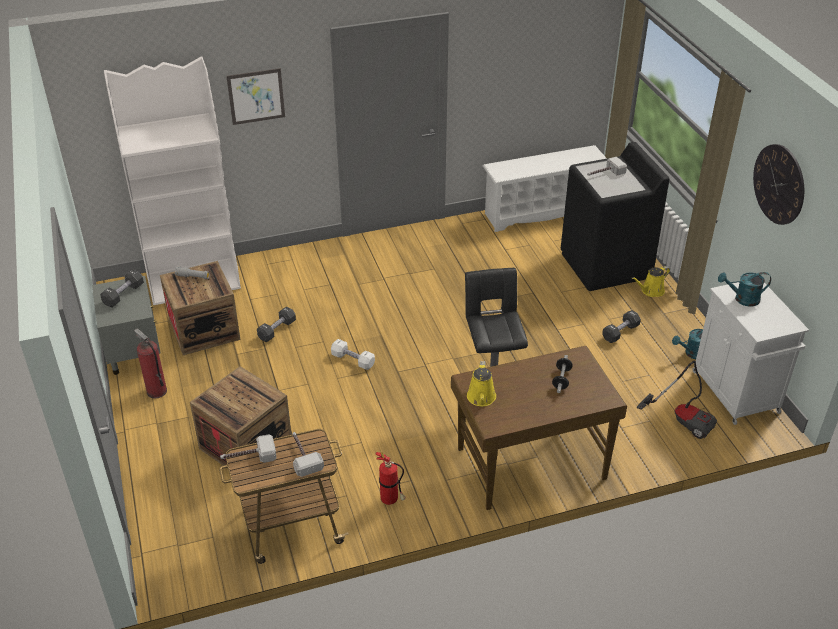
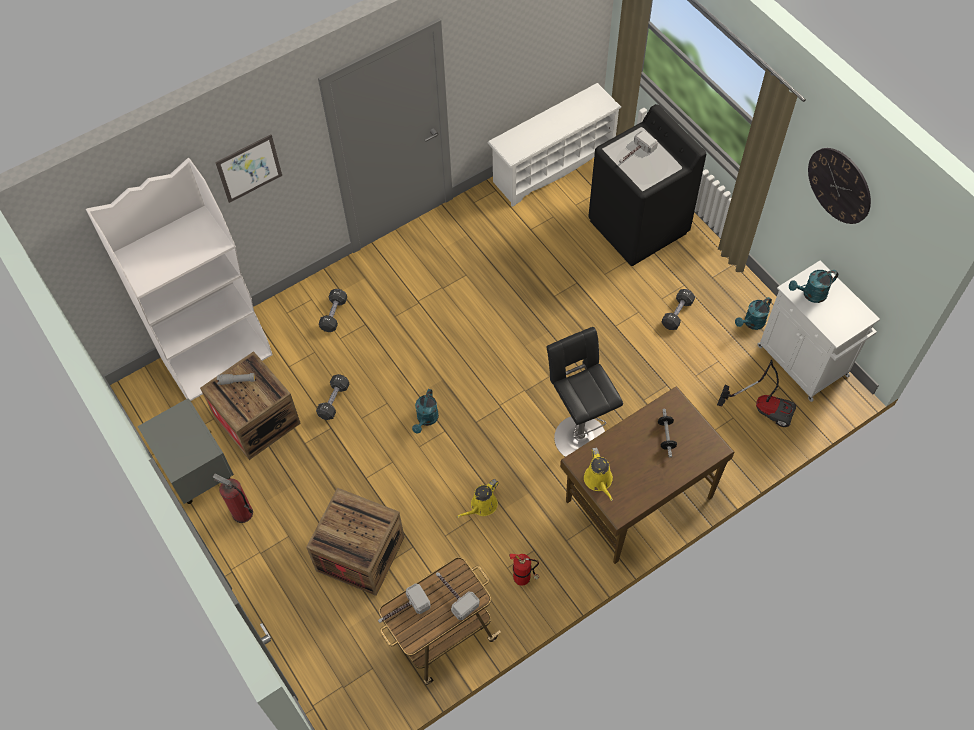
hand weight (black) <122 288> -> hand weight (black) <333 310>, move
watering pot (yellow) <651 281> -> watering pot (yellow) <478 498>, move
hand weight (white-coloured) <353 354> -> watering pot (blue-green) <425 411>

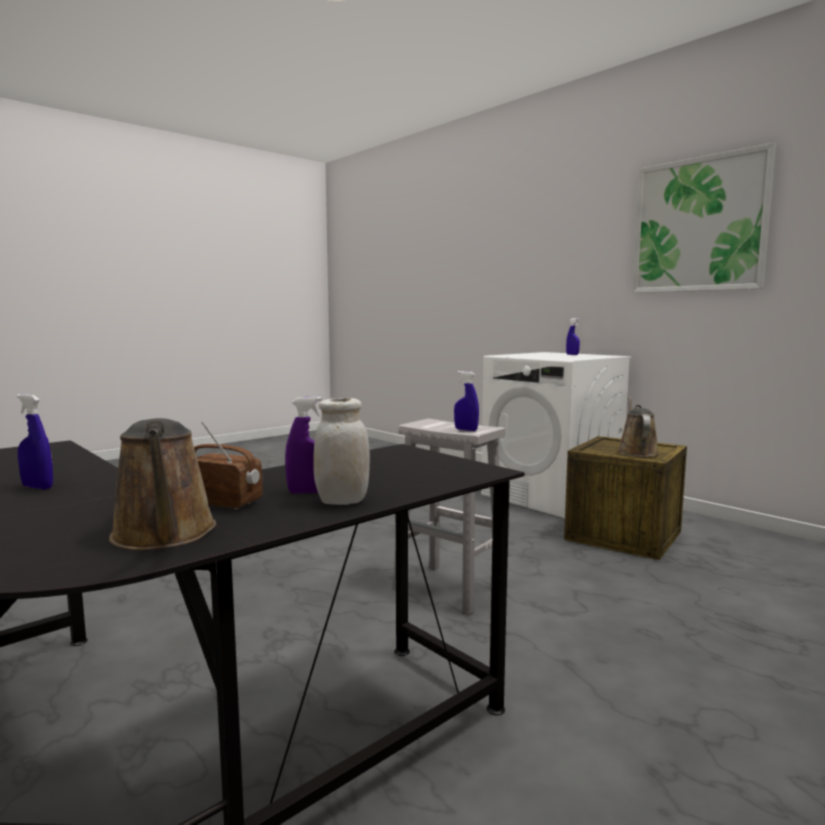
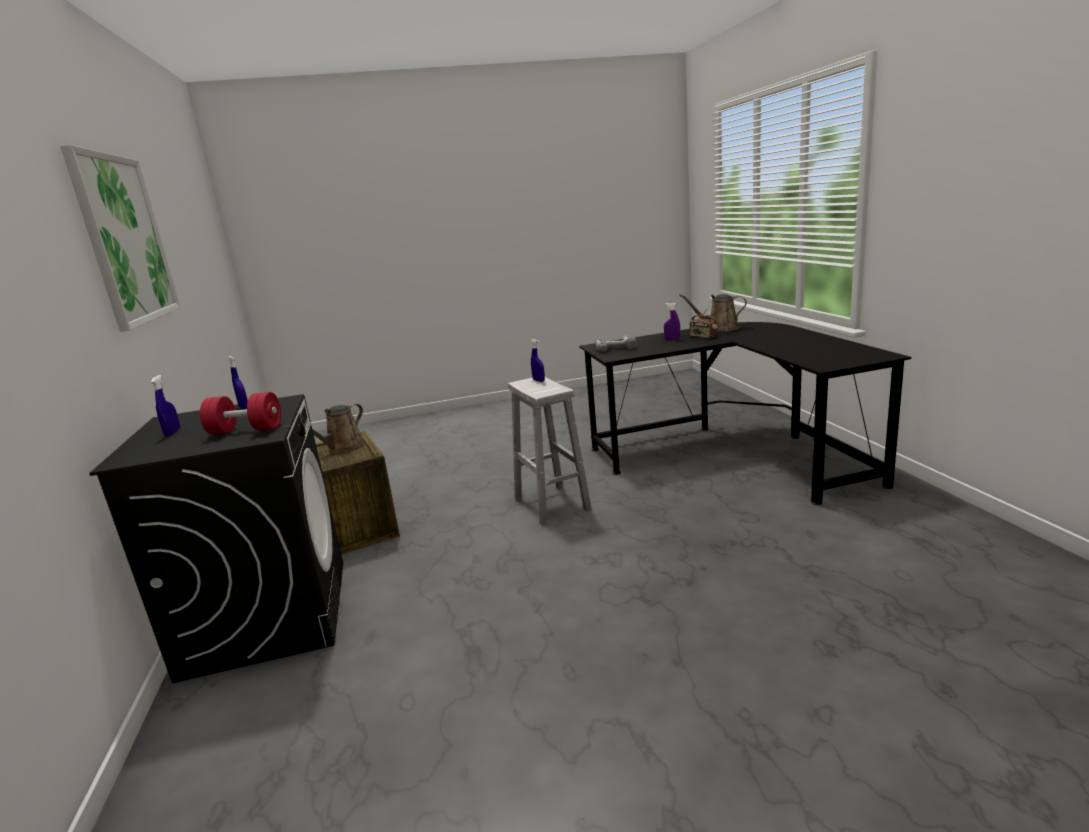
preserve jar (white-coloured) <341 451> -> none
none -> hand weight (red-coloured) <240 413>
none -> electric drill <616 343>
sprayer (bluish) <35 442> -> sprayer (bluish) <238 382>, move
laundry appliance (white-coloured) <556 435> -> laundry appliance (black) <216 538>
watering pot (brown) <162 484> -> watering pot (brown) <713 313>, 90 degrees counterclockwise

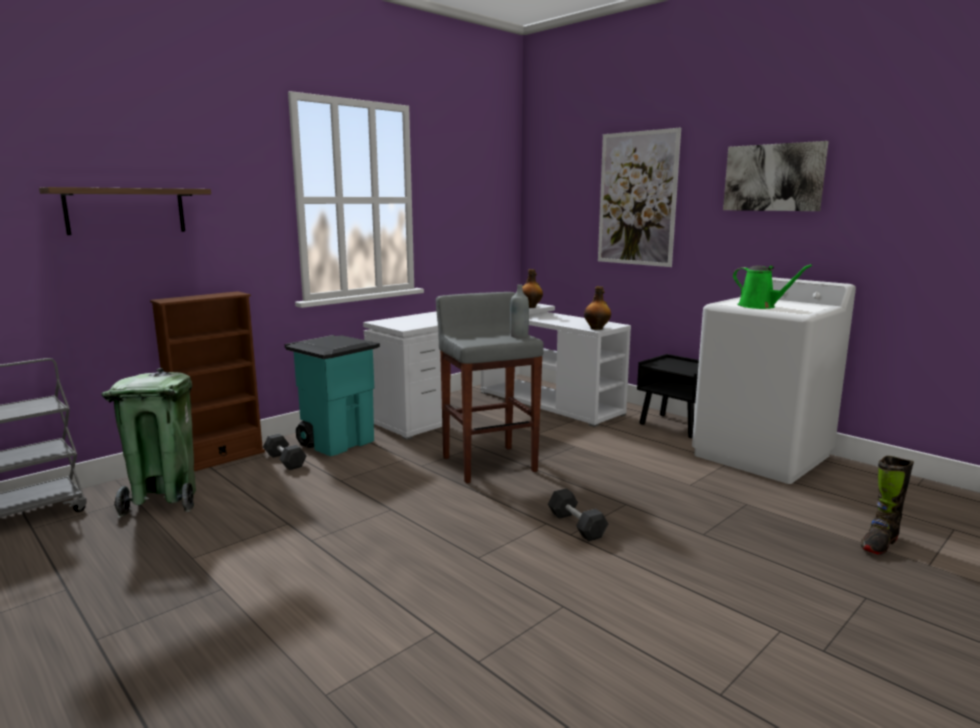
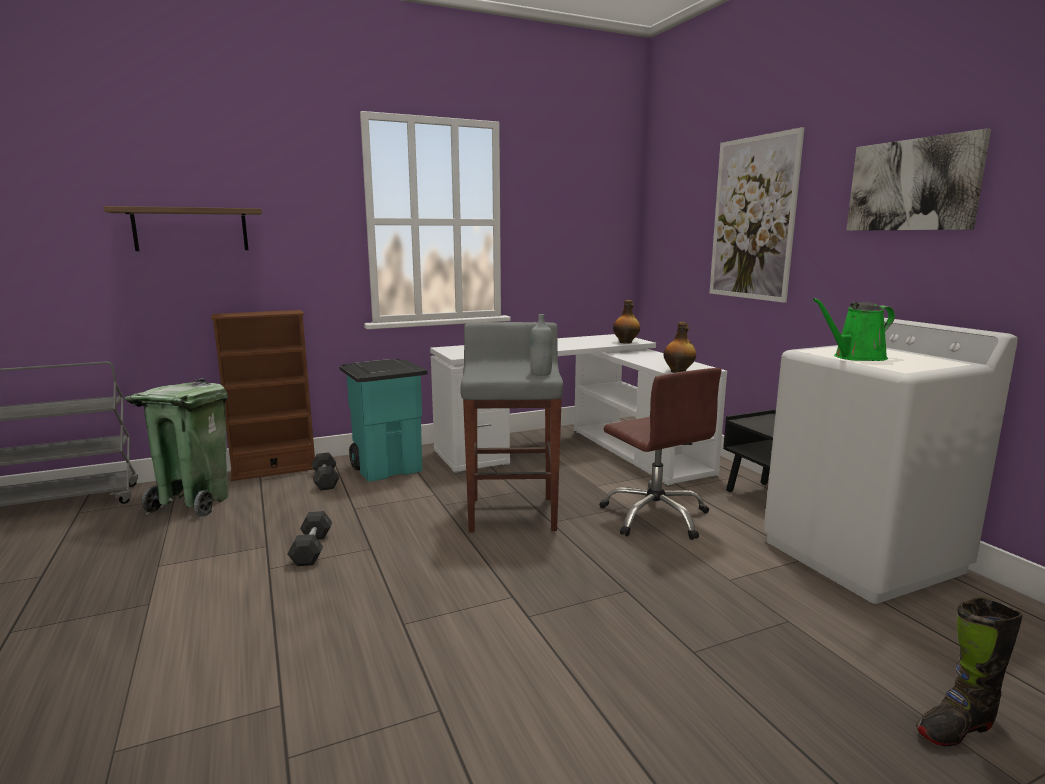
none -> computer chair (brown) <660 454>
hand weight (greyish) <578 514> -> hand weight (greyish) <310 538>, move
watering pot (green-coloured) <772 286> -> watering pot (green-coloured) <854 329>, 90 degrees clockwise

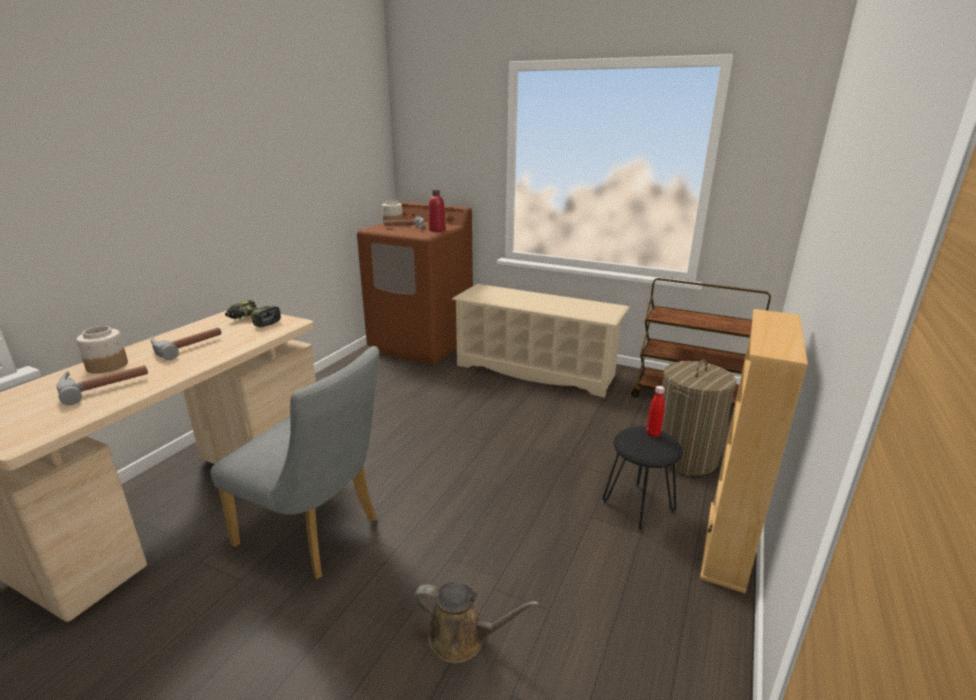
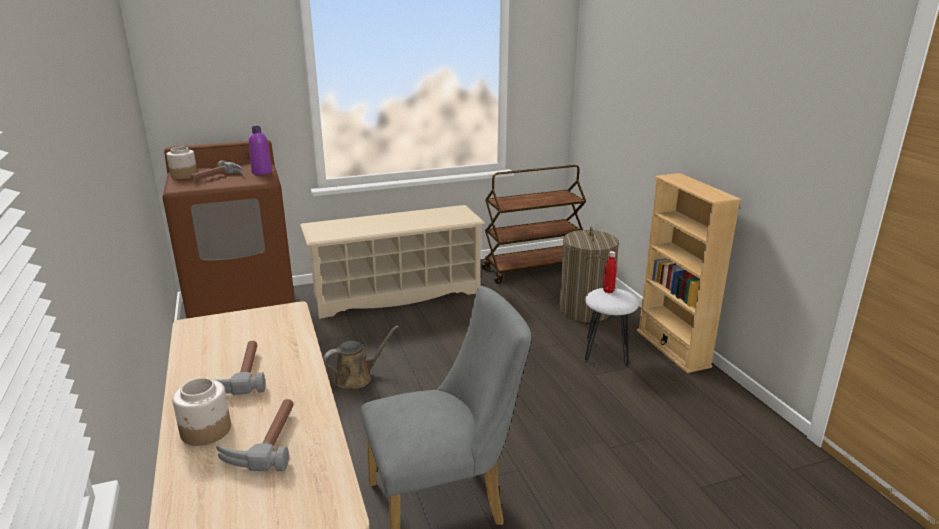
electric drill <253 313> -> none
watering pot (brown) <476 622> -> watering pot (brown) <361 357>, move
beverage bottle (red-coloured) <437 211> -> beverage bottle (purplish) <260 150>
sitting stool (black) <642 479> -> sitting stool (white-coloured) <612 327>

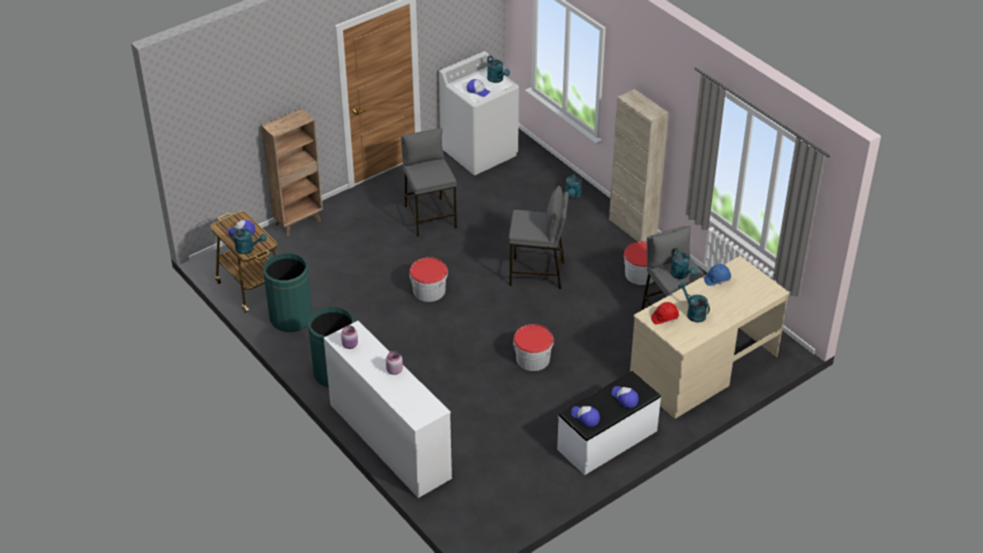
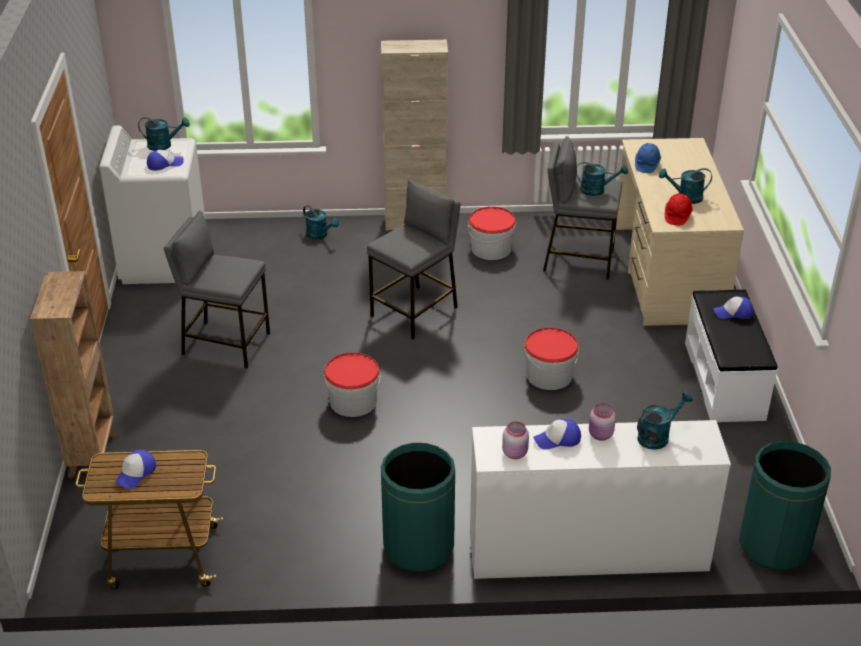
watering pot (blue-green) <248 240> -> watering pot (blue-green) <665 420>, move
rubbish bin (green-coloured) <288 293> -> rubbish bin (green-coloured) <785 506>, move
peaked cap <585 416> -> peaked cap <557 434>, move

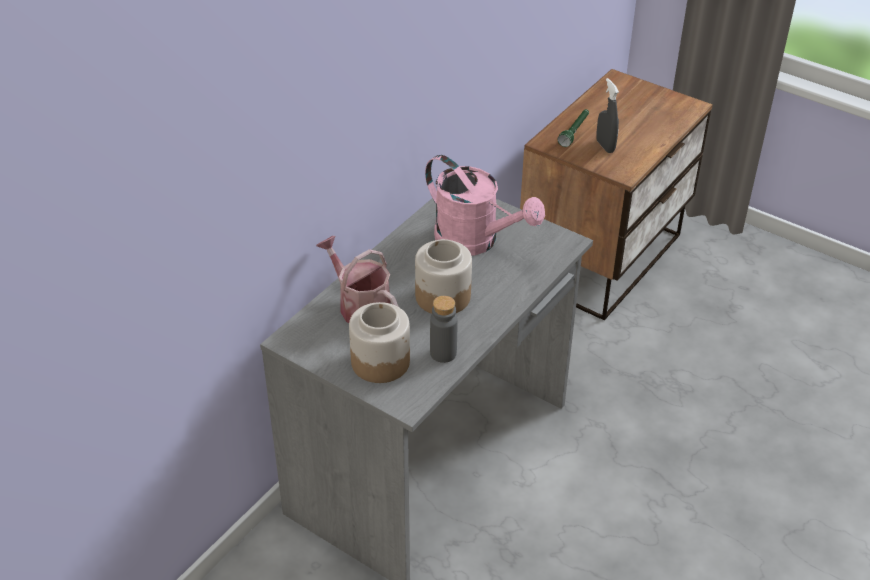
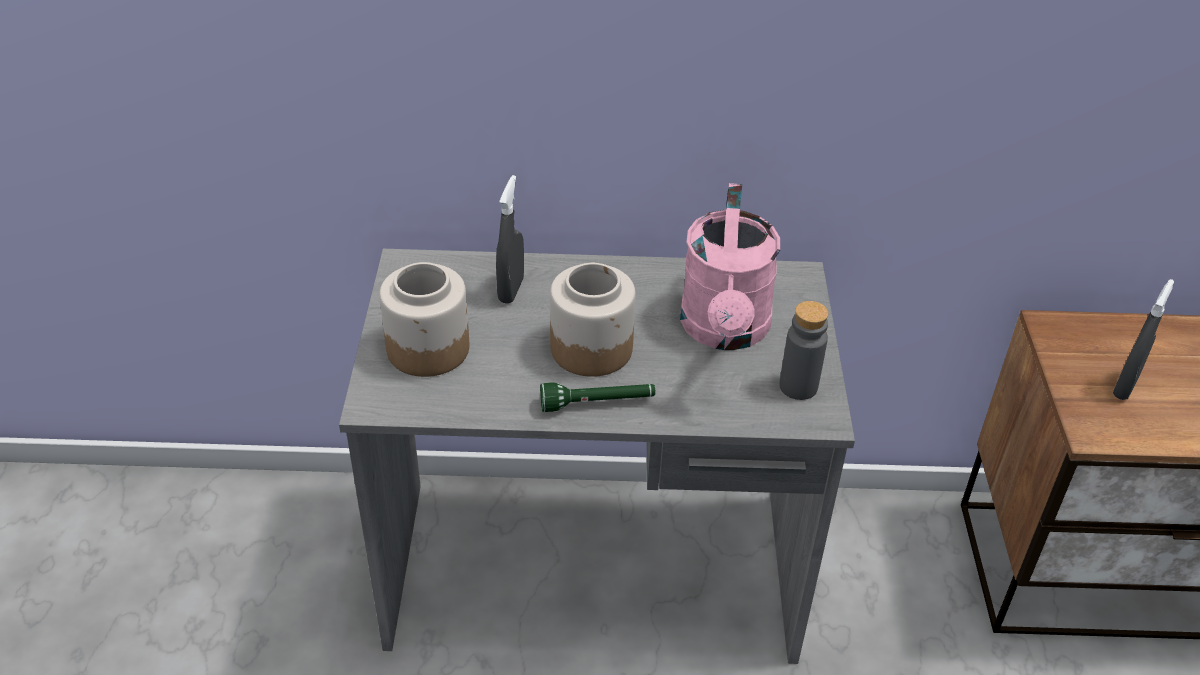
beverage bottle (greyish) <444 329> -> beverage bottle (greyish) <804 350>, move
torch (green-coloured) <573 128> -> torch (green-coloured) <597 397>, move
watering pot <357 279> -> sprayer (greyish) <510 239>

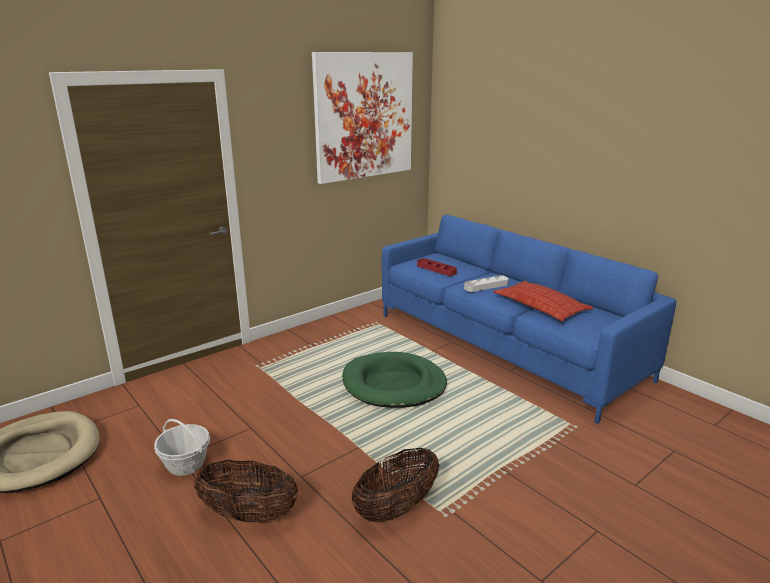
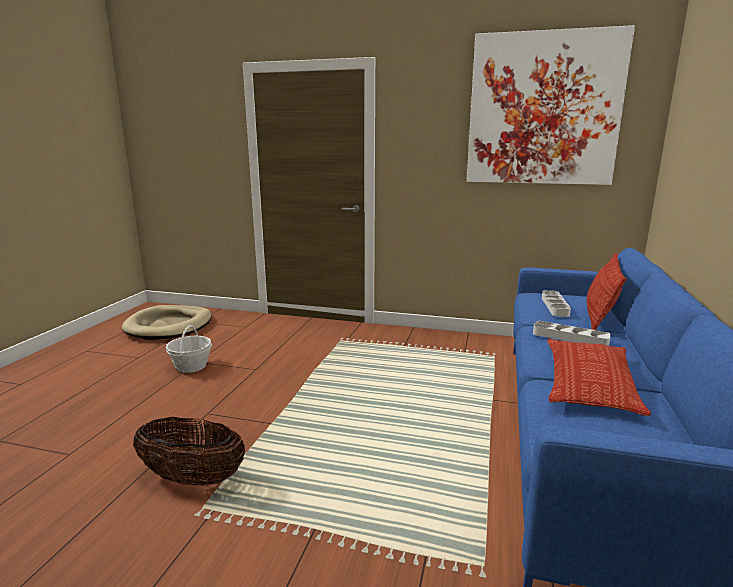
storage basket <246 491> -> none
dog cushion (green-coloured) <394 380> -> none
none -> pillow <606 291>
tray (red-coloured) <437 267> -> tray (greyish) <556 303>

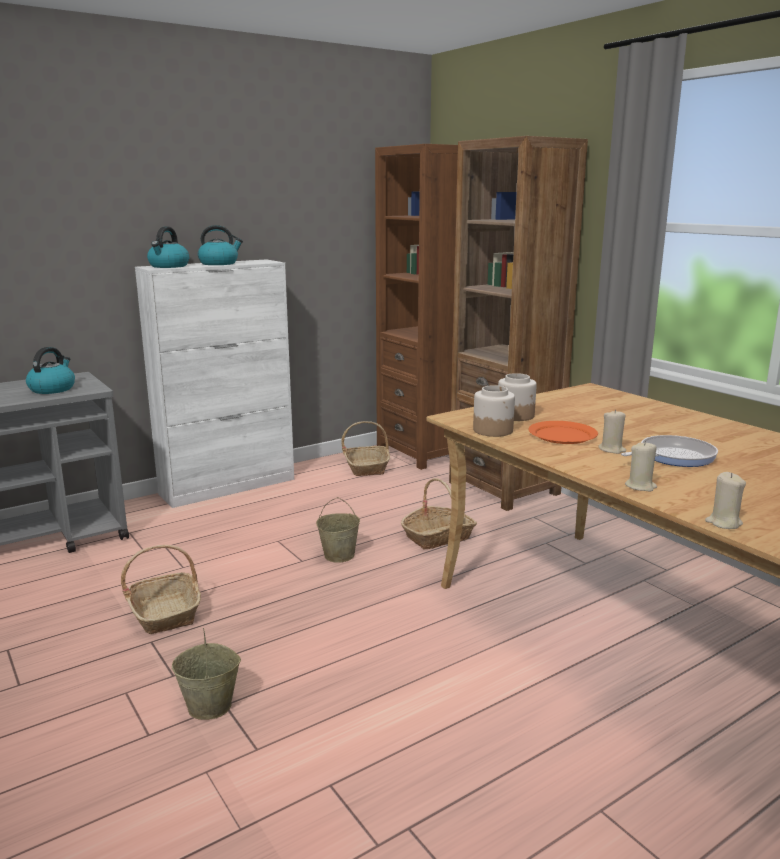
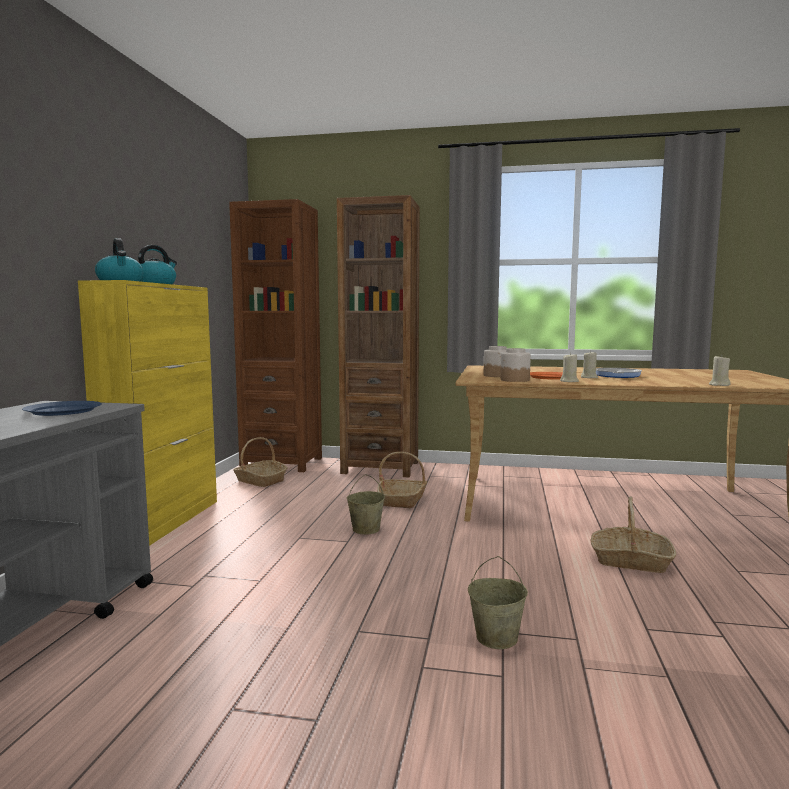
storage basket <161 589> -> storage basket <633 534>, move
wax candle (sand-coloured) <641 466> -> wax candle (sand-coloured) <569 367>, move
tea kettle <50 370> -> dinner plate (bluish) <62 408>
storage cabinet (white-coloured) <214 383> -> storage cabinet (yellow) <147 413>

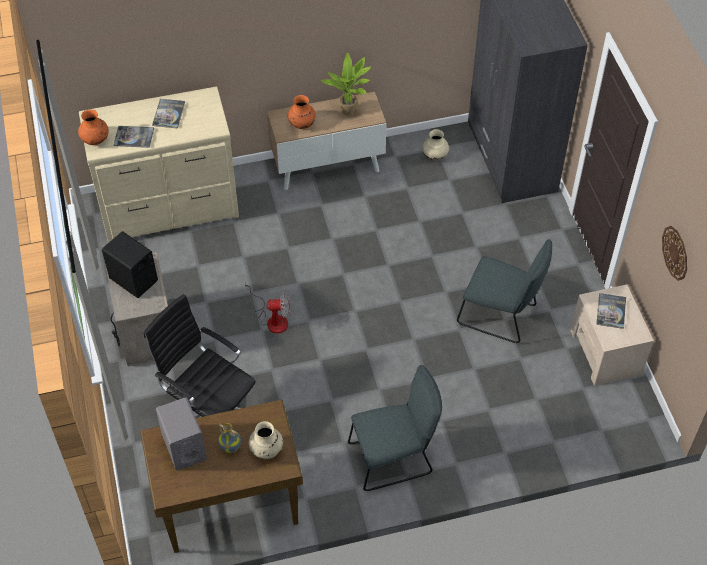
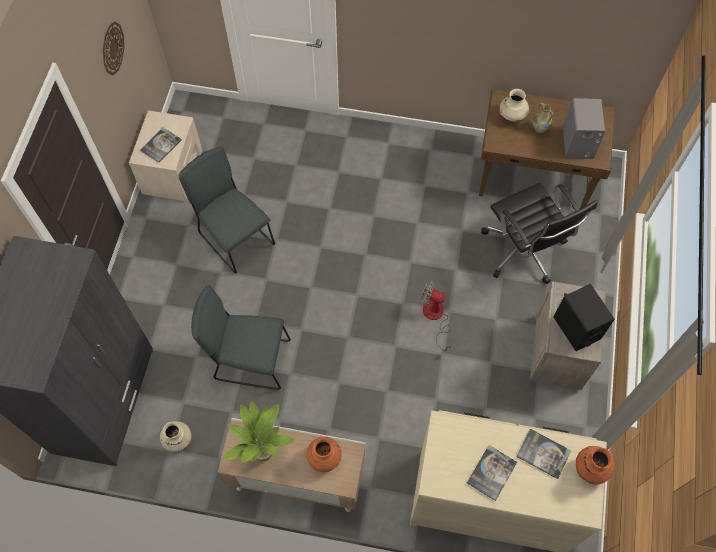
upright chair (greyish) <395 428> -> upright chair (greyish) <241 337>, move

